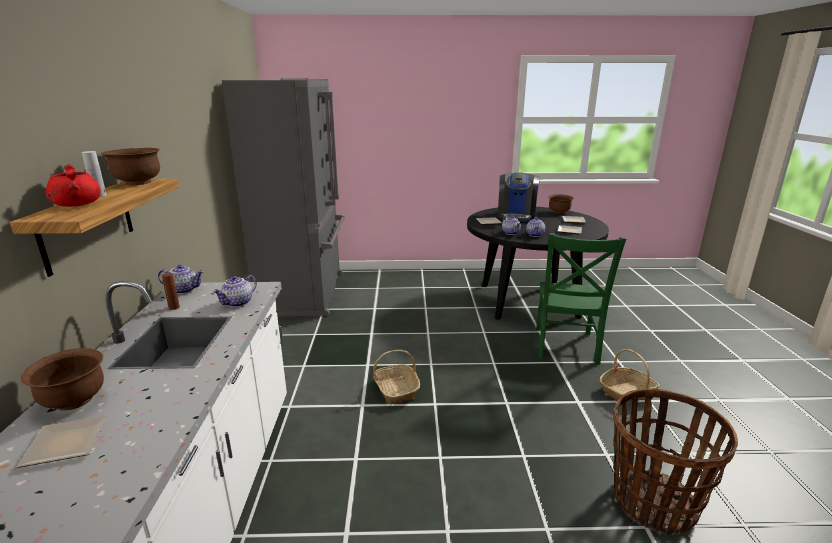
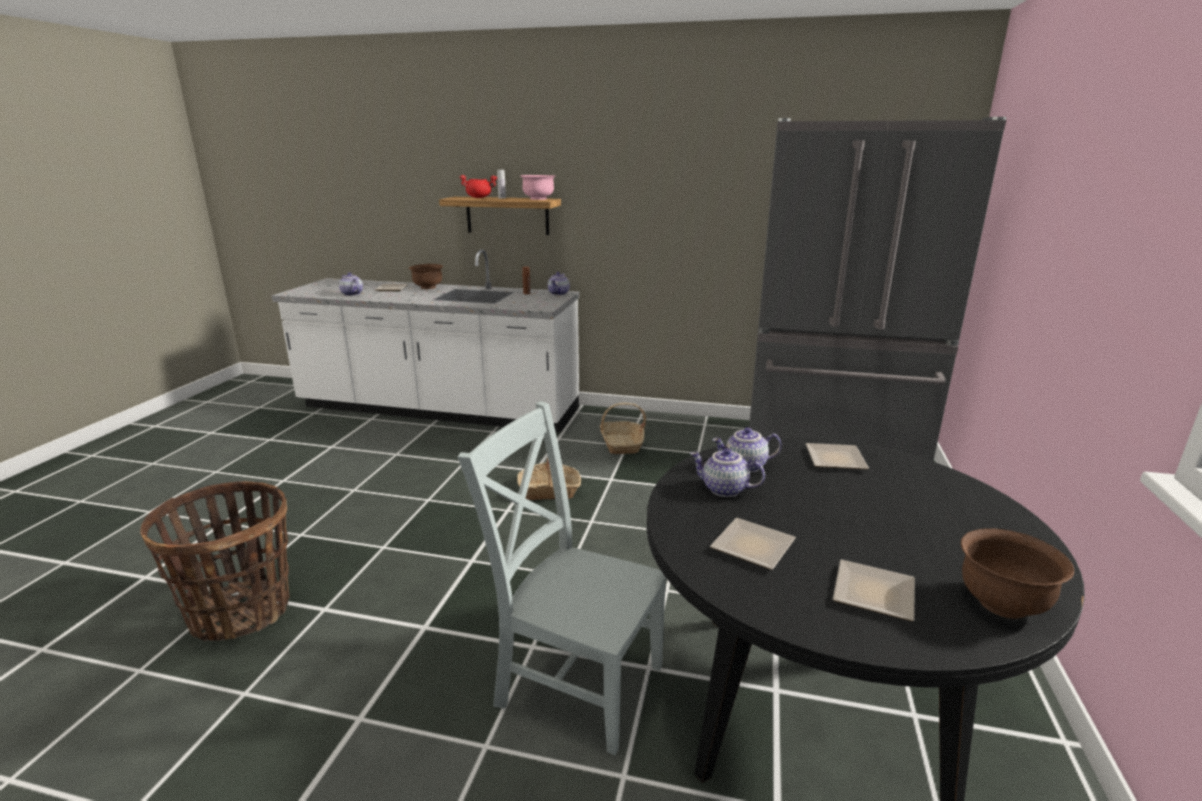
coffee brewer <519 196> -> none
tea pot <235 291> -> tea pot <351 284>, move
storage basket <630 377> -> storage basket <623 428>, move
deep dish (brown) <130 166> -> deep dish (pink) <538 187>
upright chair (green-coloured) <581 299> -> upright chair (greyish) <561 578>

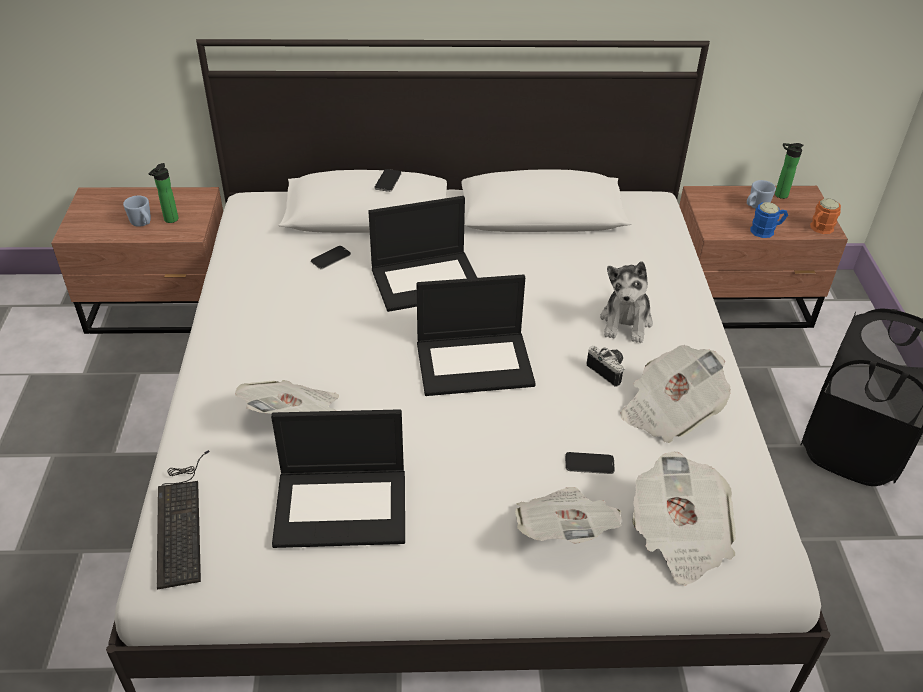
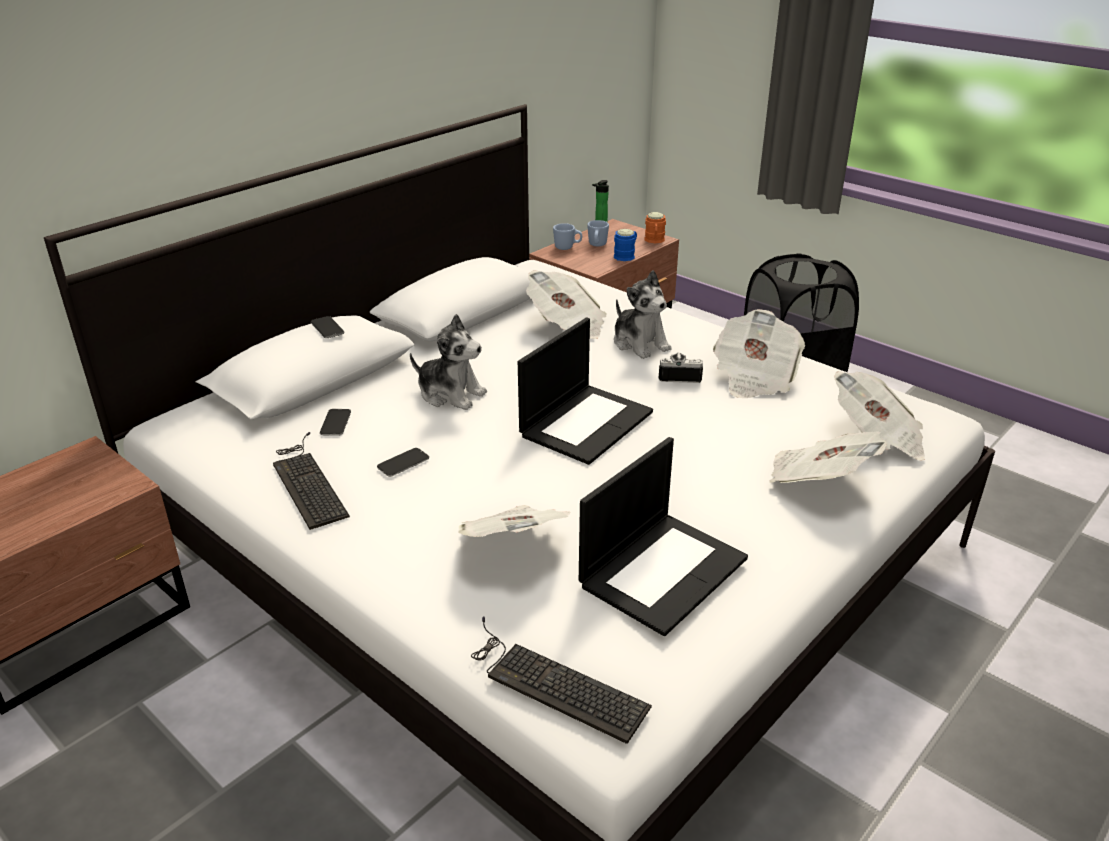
beverage bottle <163 193> -> none
none -> computer keyboard <311 481>
none -> newspaper <566 304>
coffee mug (bluish) <137 211> -> coffee mug (bluish) <567 236>, move
handset <590 463> -> handset <403 462>, move
portable computer <422 254> -> soft toy <448 362>

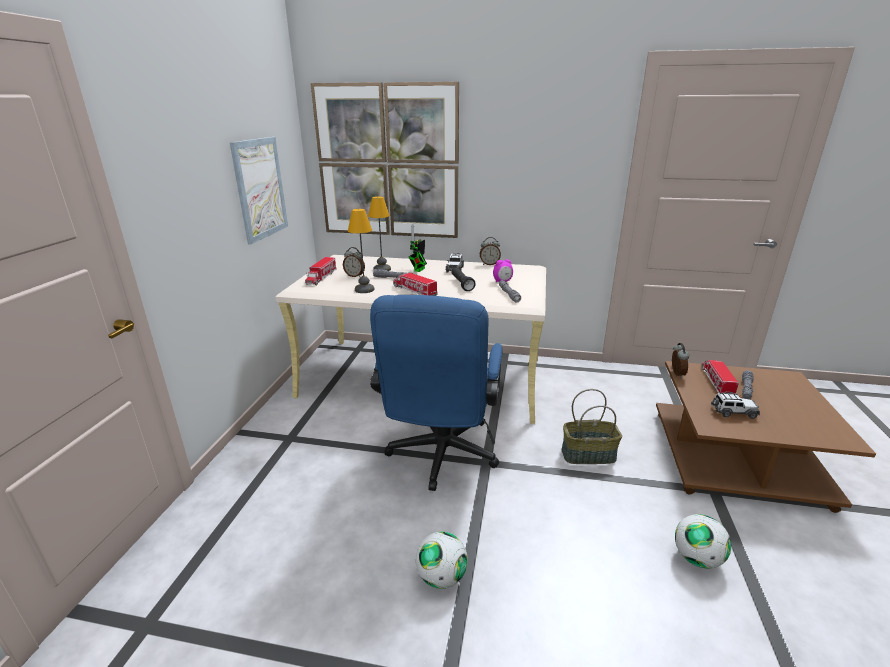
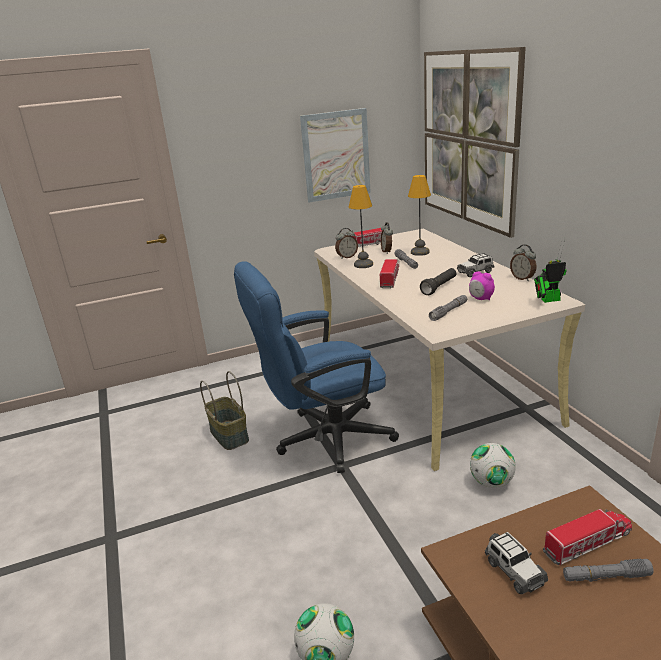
model robot <418 248> -> model robot <550 270>, move
football ball <442 560> -> football ball <493 465>, move
storage basket <592 426> -> storage basket <224 410>, move
table clock <680 360> -> table clock <346 243>, move

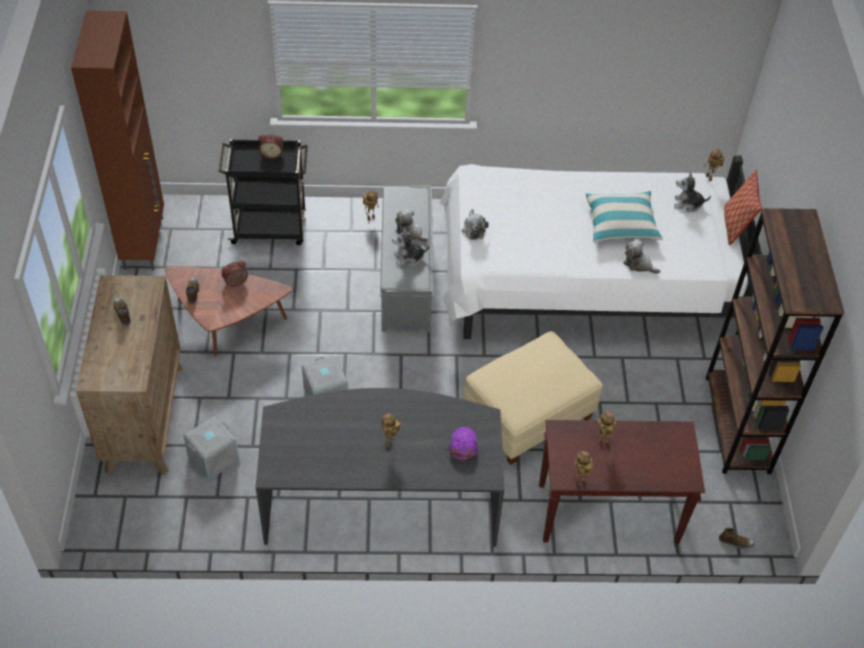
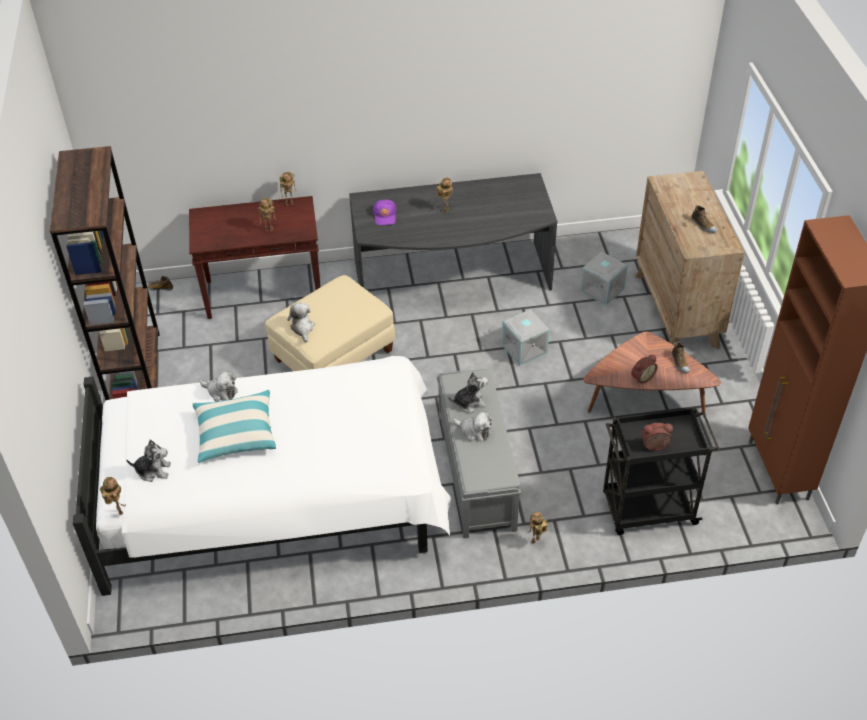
pillow <743 207> -> none
soft toy <475 224> -> soft toy <301 322>, move

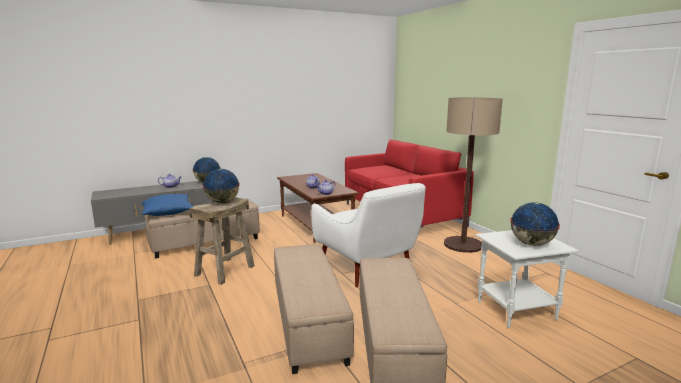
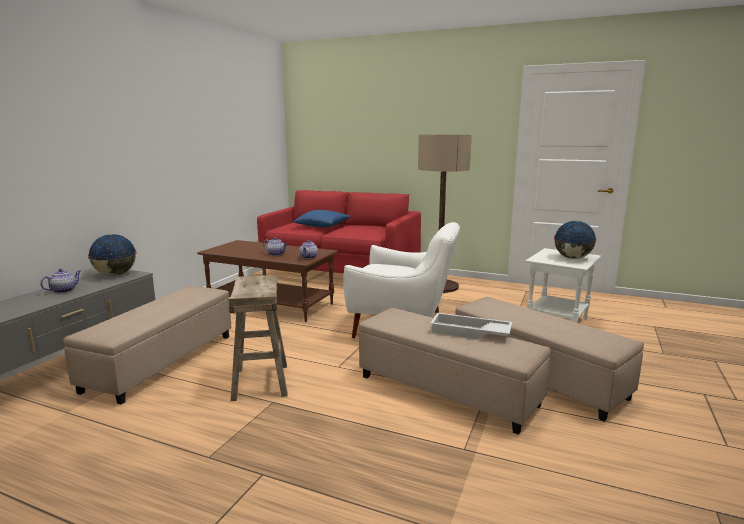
globe <221 186> -> none
none -> tray (white-coloured) <471 326>
pillow (bluish) <168 205> -> pillow (bluish) <321 218>, move

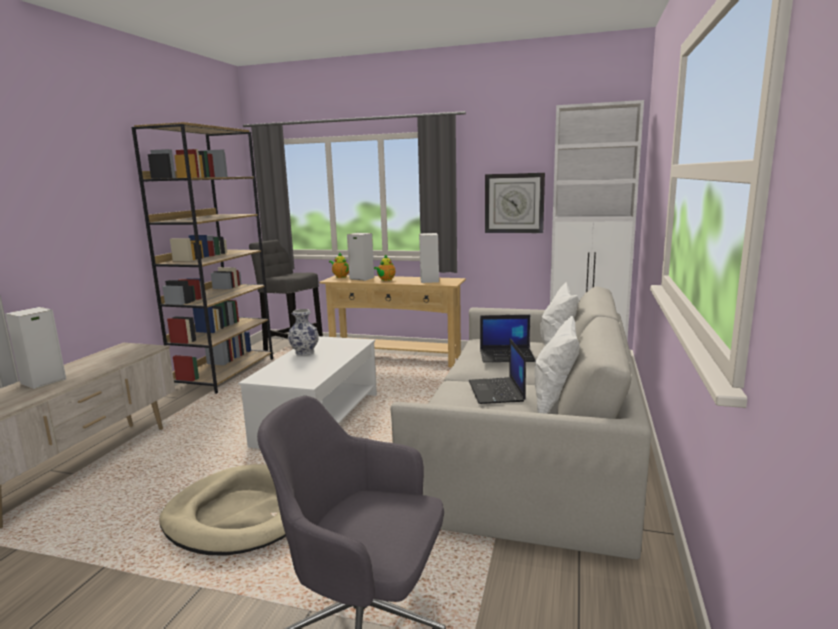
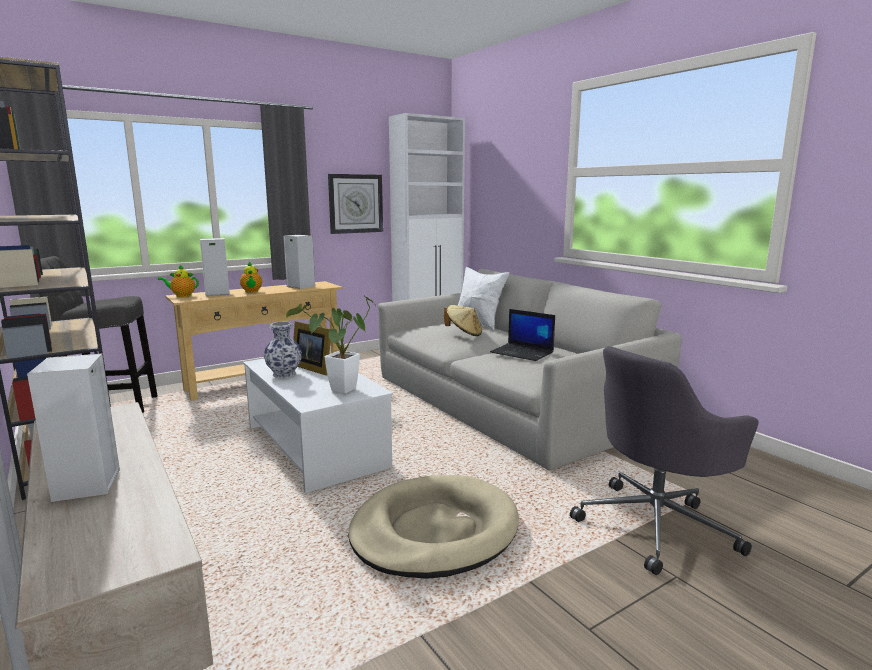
pillow (white-coloured) <557 364> -> none
none -> plant in a pot <331 345>
none -> picture frame <312 348>
portable computer <508 339> -> clothing hat (sand-coloured) <463 320>

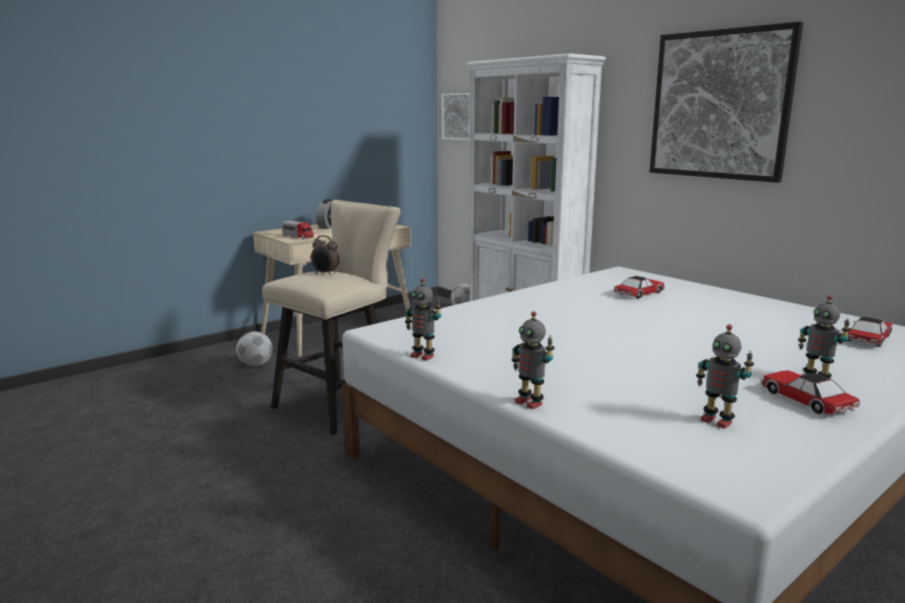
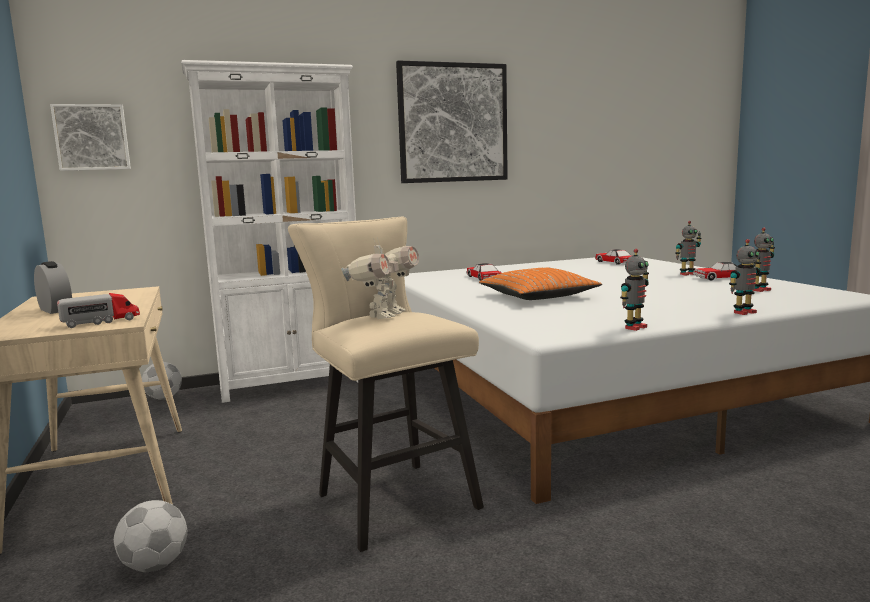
none -> pillow (orangey) <540 284>
table clock <325 255> -> model robot <380 278>

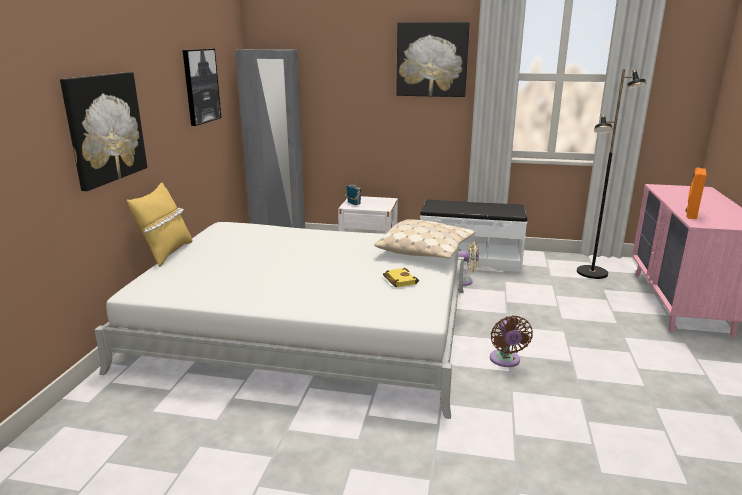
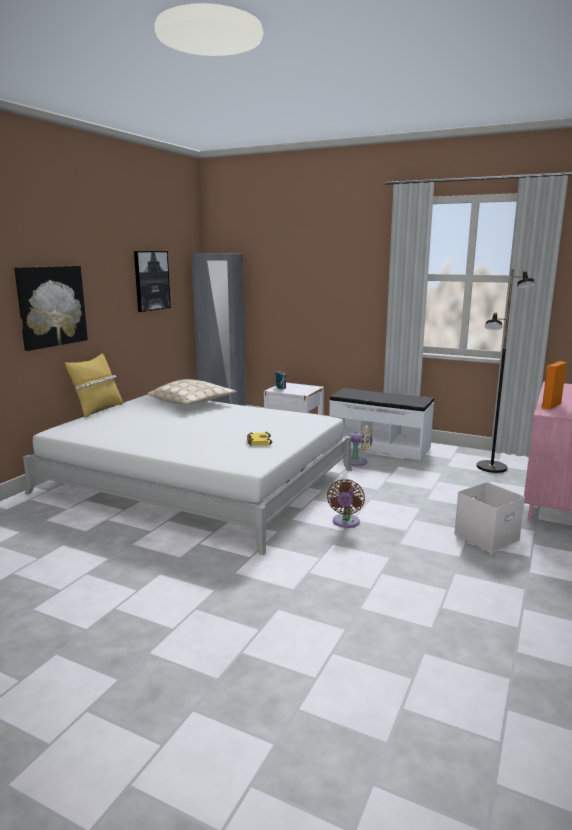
wall picture <433 59> -> none
none -> storage container (white-coloured) <489 517>
pillow (sand-coloured) <425 238> -> pillow (sand-coloured) <192 391>, move

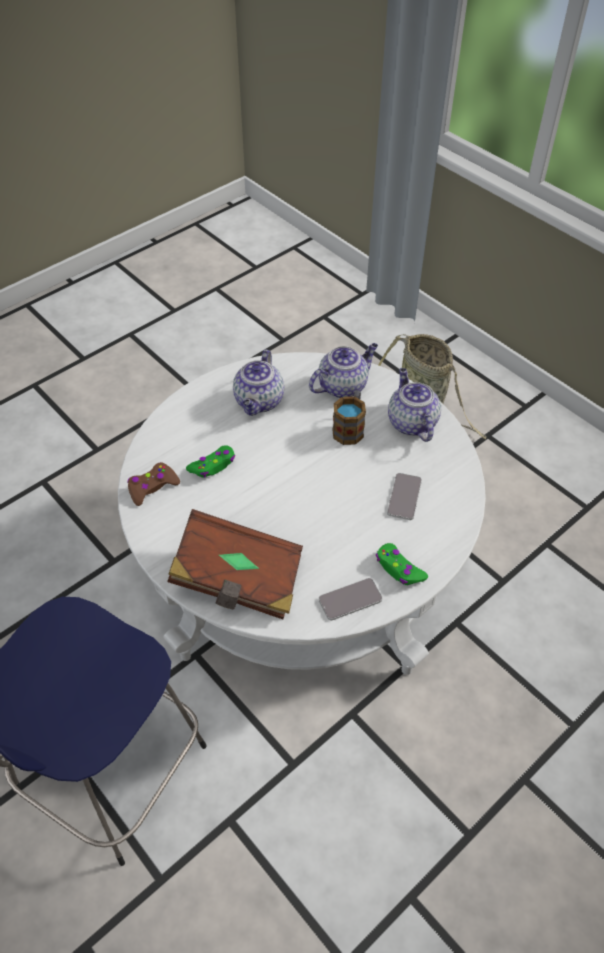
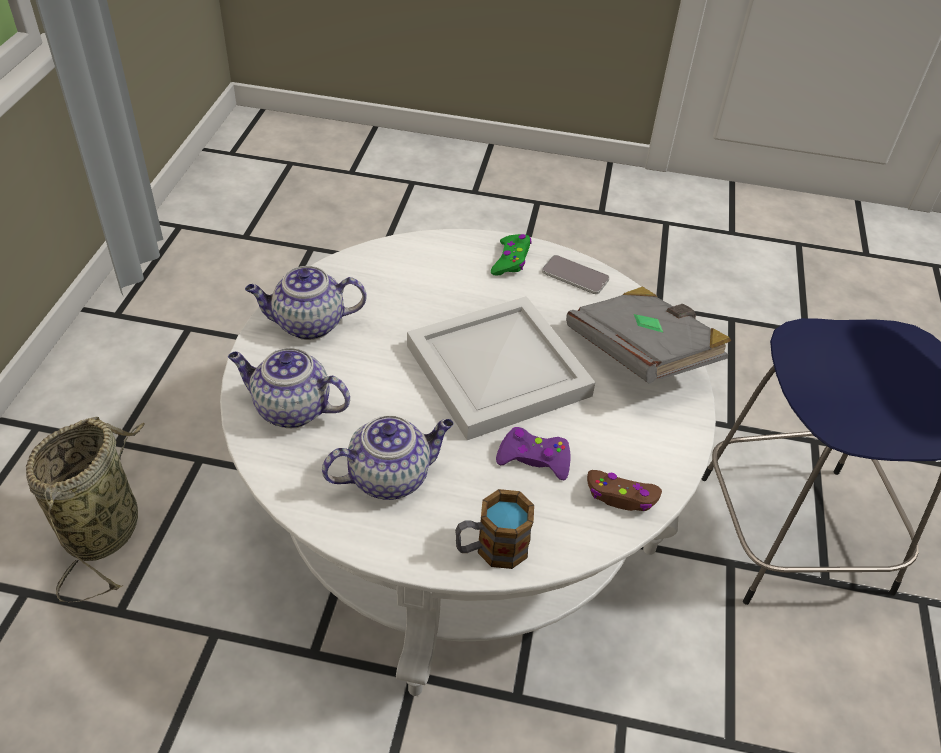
handset <404 496> -> none
none -> tray (white-coloured) <501 368>
coffee mug <349 417> -> coffee mug <494 529>, move
bound book (brown) <235 564> -> bound book (greyish) <648 335>
joypad (green-coloured) <210 461> -> joypad (purplish) <533 453>
tea pot <414 405> -> tea pot <306 303>, 45 degrees clockwise

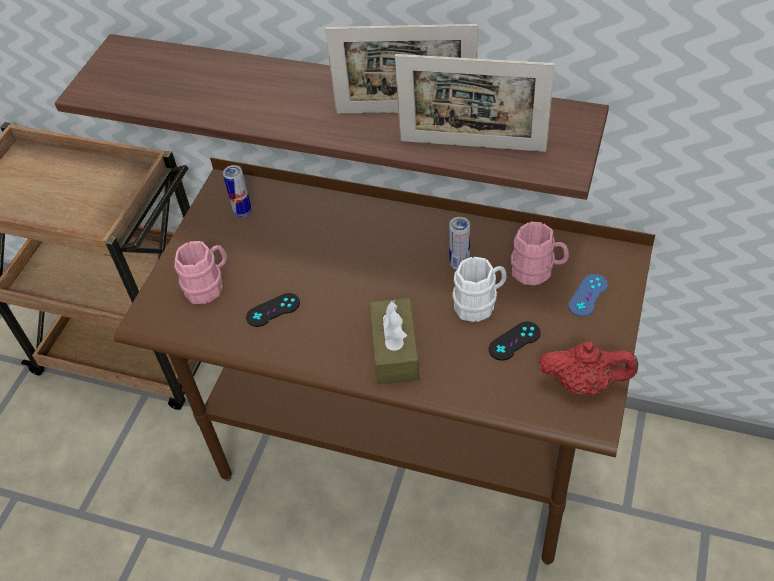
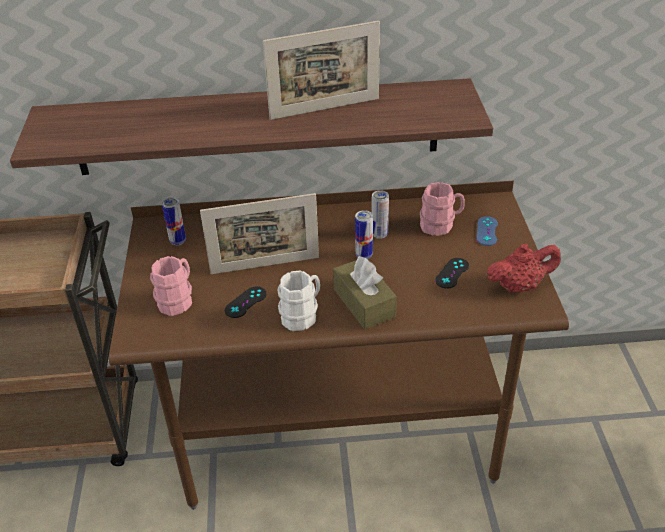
none -> sealed can <364 234>
picture frame <475 103> -> picture frame <259 233>, move
coffee mug (white-coloured) <479 289> -> coffee mug (white-coloured) <298 300>, move

